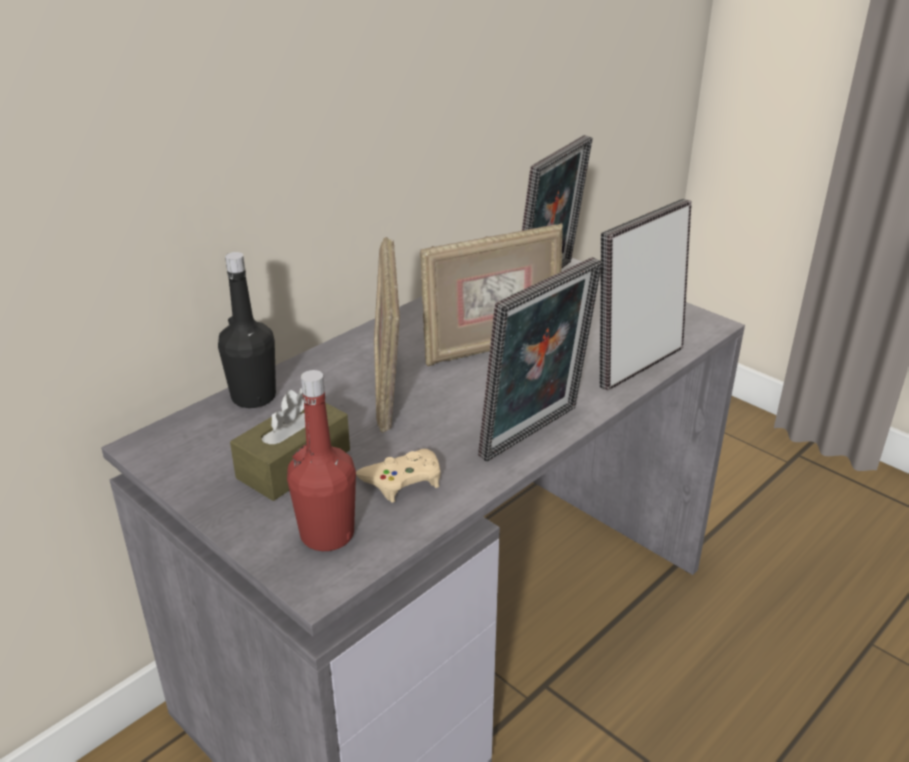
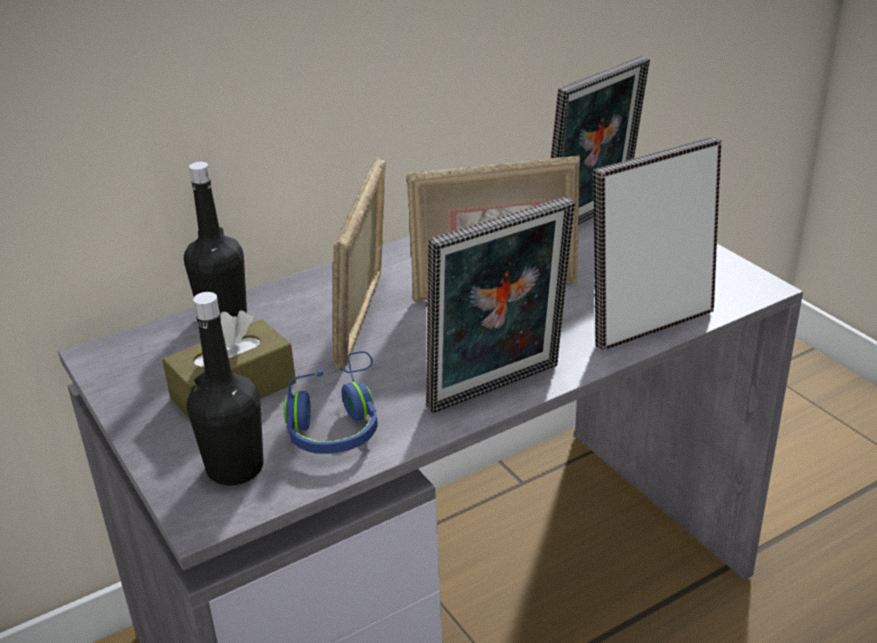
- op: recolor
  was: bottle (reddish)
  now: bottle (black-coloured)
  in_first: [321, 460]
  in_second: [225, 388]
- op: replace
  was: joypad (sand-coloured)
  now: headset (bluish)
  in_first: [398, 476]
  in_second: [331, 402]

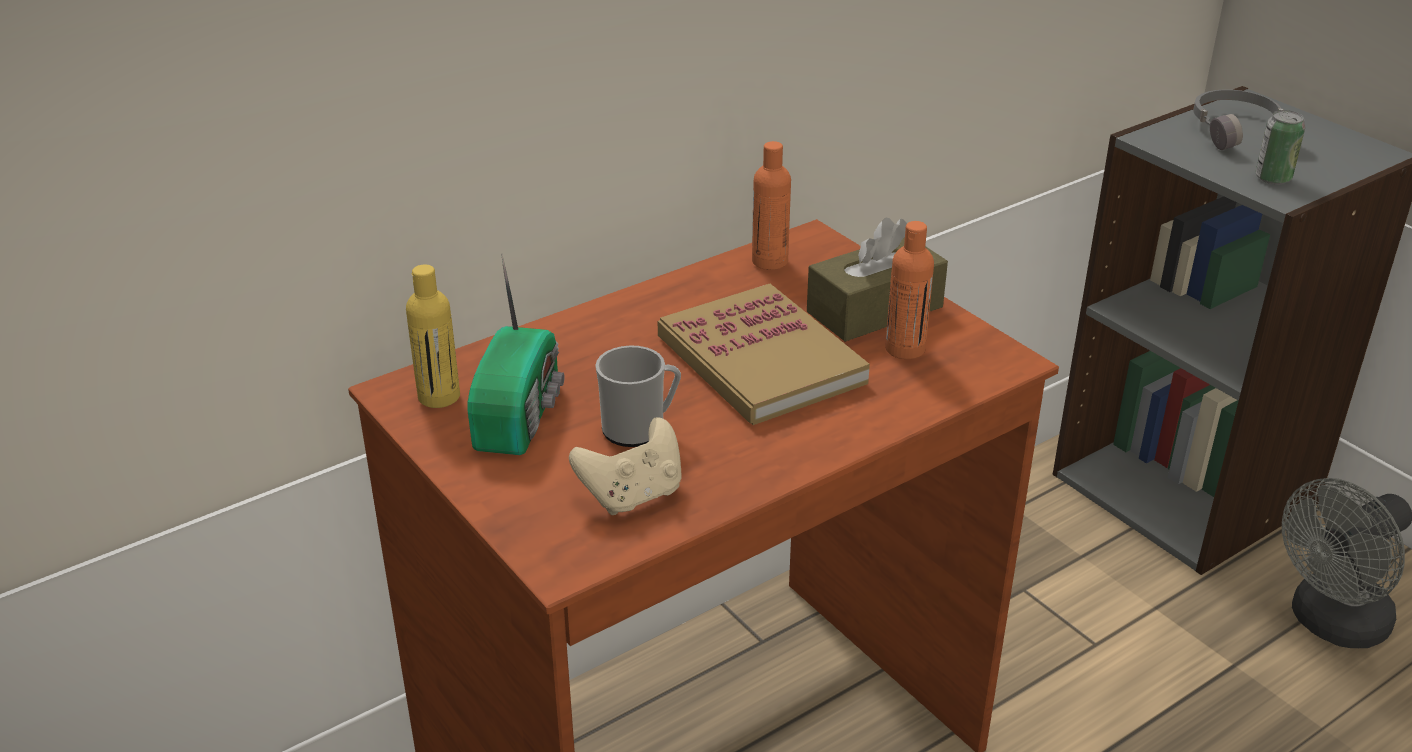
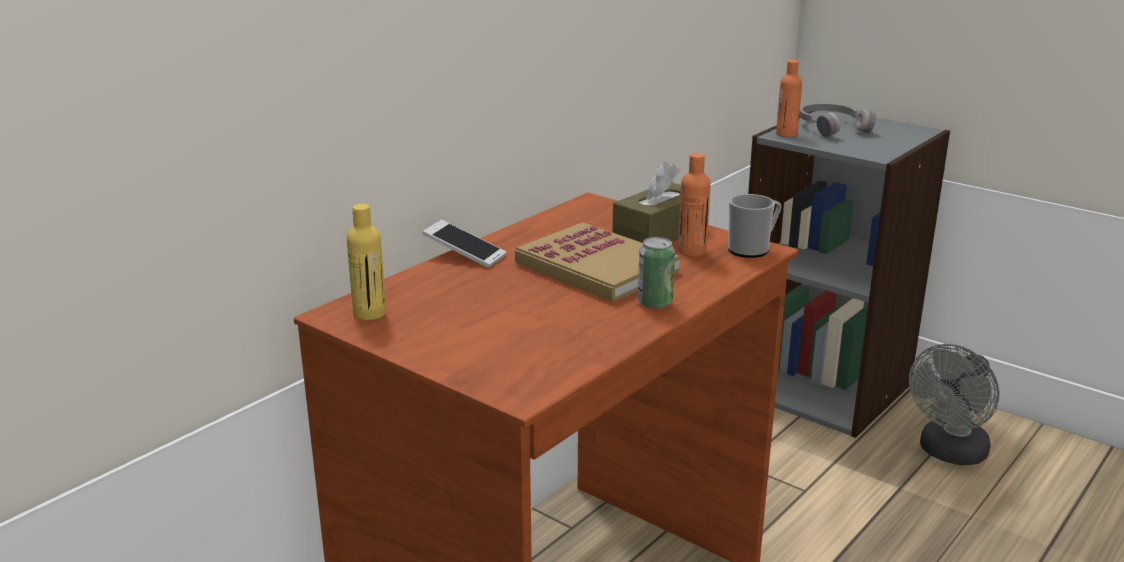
- op: insert
  now: telephone
  in_second: [464, 243]
- op: move
  was: sealed can
  in_first: [1280, 147]
  in_second: [656, 273]
- op: move
  was: mug
  in_first: [638, 396]
  in_second: [754, 226]
- op: move
  was: bottle (orange-coloured)
  in_first: [771, 205]
  in_second: [789, 98]
- op: delete
  was: radio
  in_first: [516, 354]
- op: delete
  was: joypad (sand-coloured)
  in_first: [625, 466]

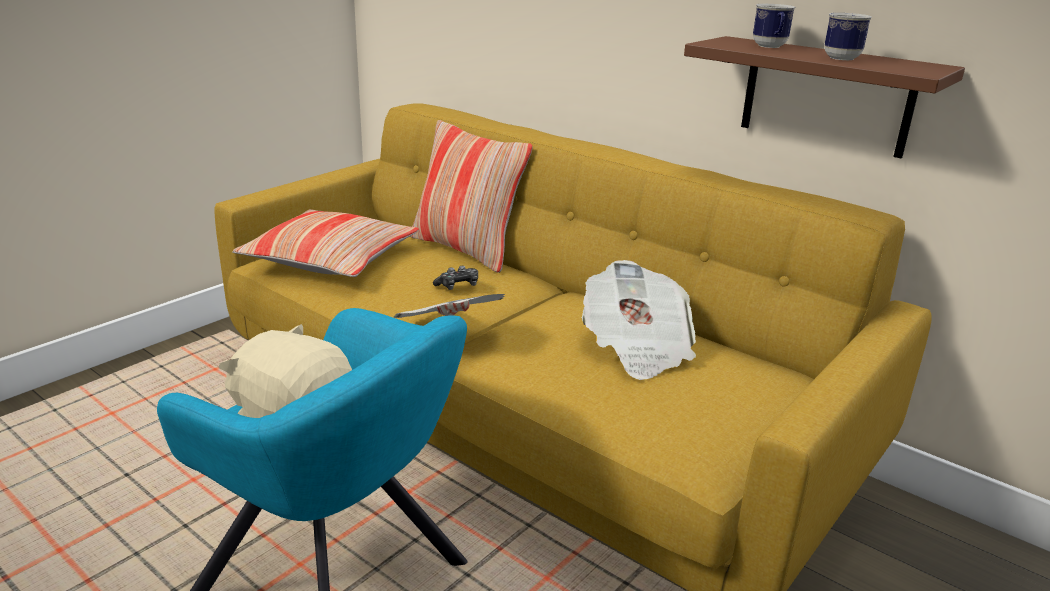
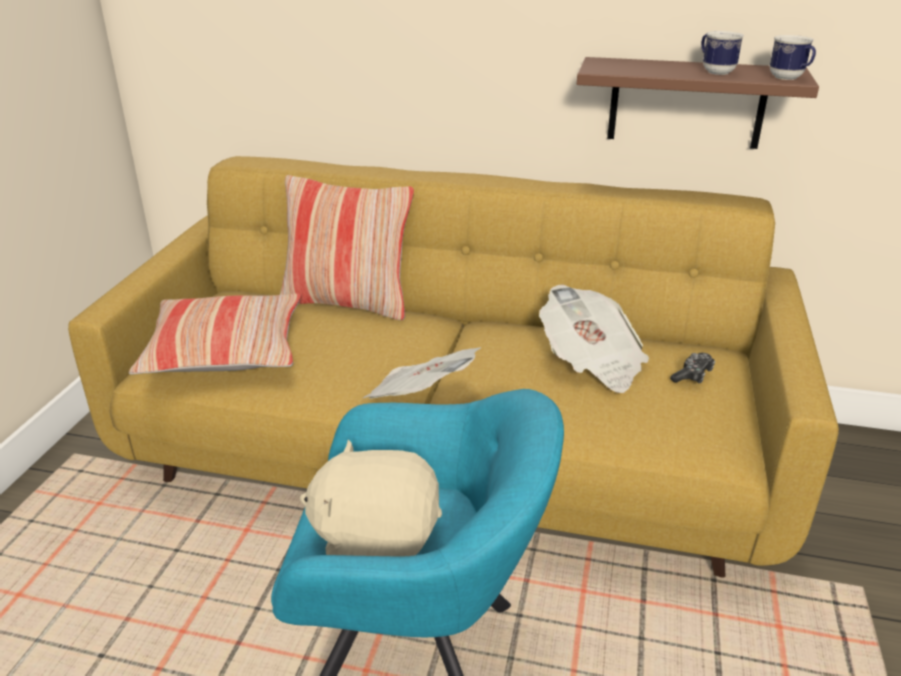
- op: move
  was: joypad
  in_first: [455, 278]
  in_second: [692, 368]
- op: move
  was: mug
  in_first: [774, 26]
  in_second: [793, 57]

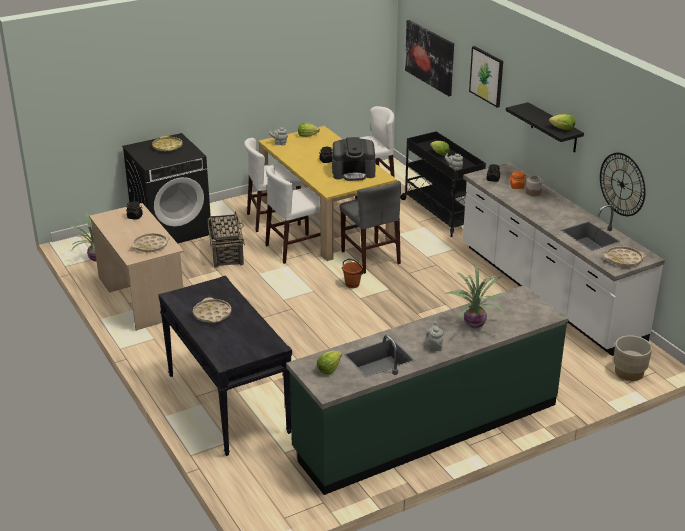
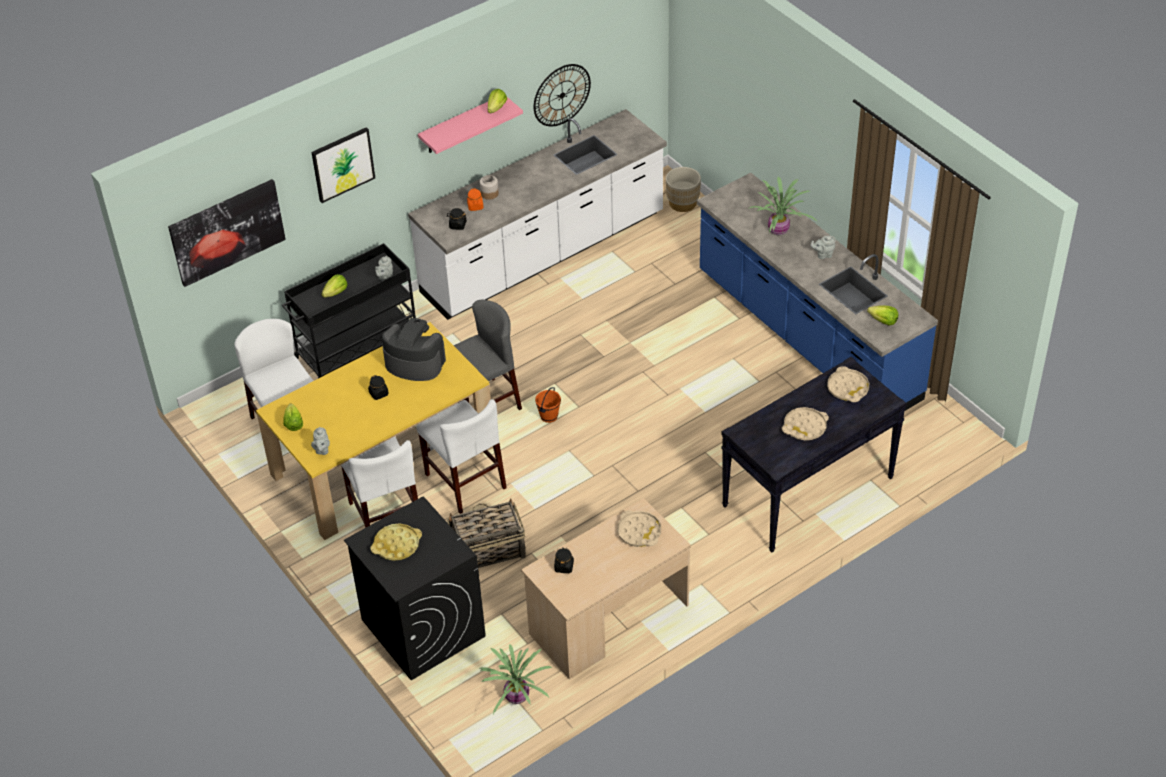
- op: rotate
  was: coffee maker
  in_first: [354, 159]
  in_second: [414, 349]
  clockwise: -60
- op: recolor
  was: bracket shelf (black-coloured)
  now: bracket shelf (pink-coloured)
  in_first: [545, 127]
  in_second: [470, 125]
- op: recolor
  was: kitchen counter (green)
  now: kitchen counter (bluish)
  in_first: [427, 390]
  in_second: [817, 292]
- op: move
  was: carrying tray (sand-coloured)
  in_first: [624, 256]
  in_second: [848, 384]

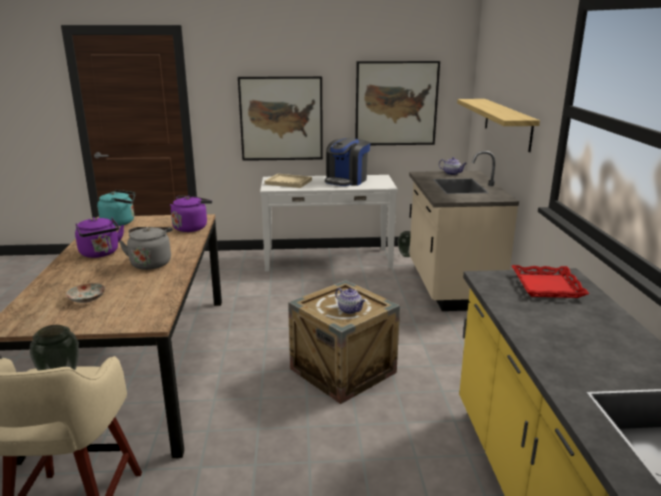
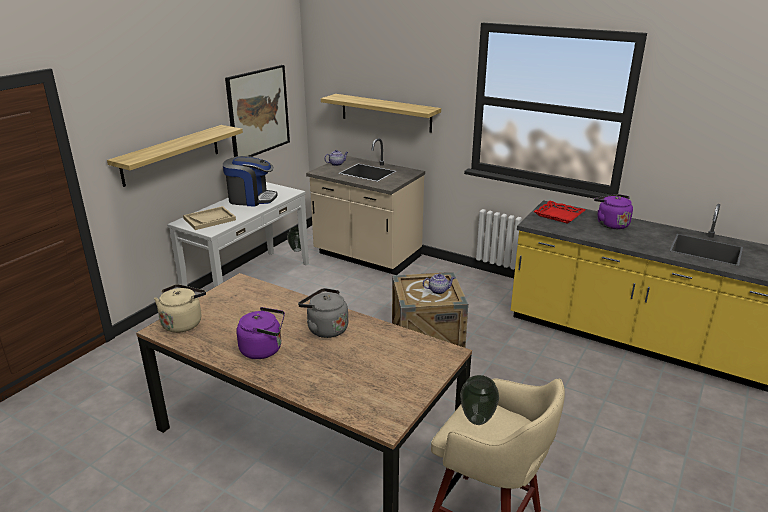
- op: replace
  was: picture
  now: bracket shelf
  in_first: [280, 118]
  in_second: [175, 156]
- op: recolor
  was: tea kettle (blue-green)
  now: tea kettle (sand-coloured)
  in_first: [116, 208]
  in_second: [180, 308]
- op: rotate
  was: coffee maker
  in_first: [347, 162]
  in_second: [250, 181]
  clockwise: -60
- op: move
  was: tea kettle (purple-coloured)
  in_first: [191, 214]
  in_second: [613, 211]
- op: delete
  was: plate
  in_first: [85, 293]

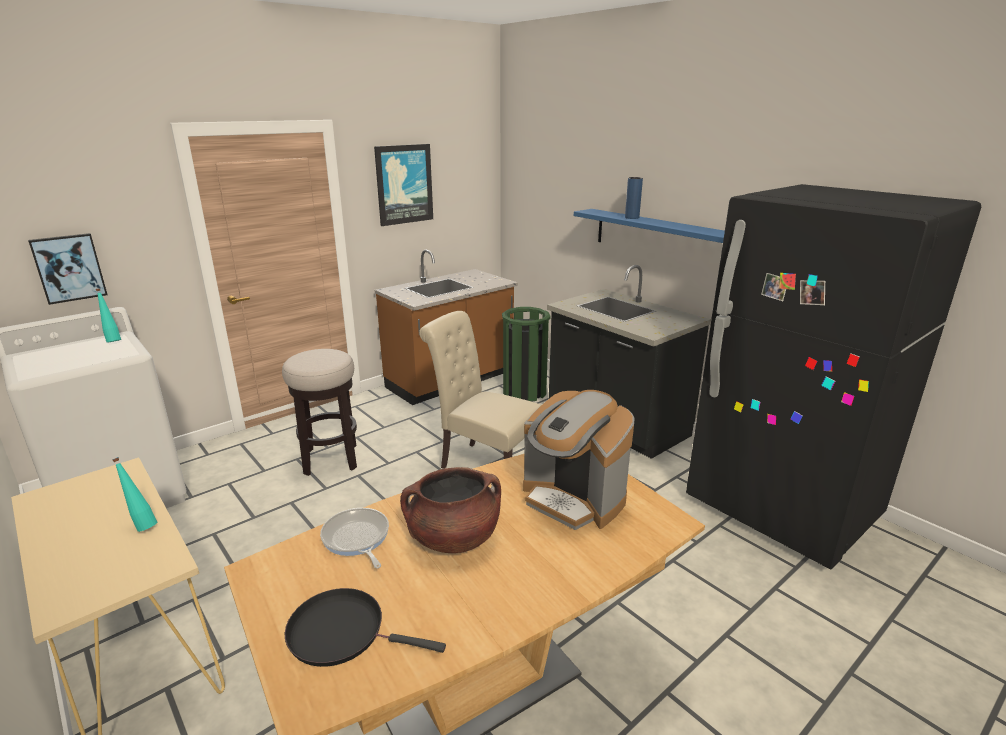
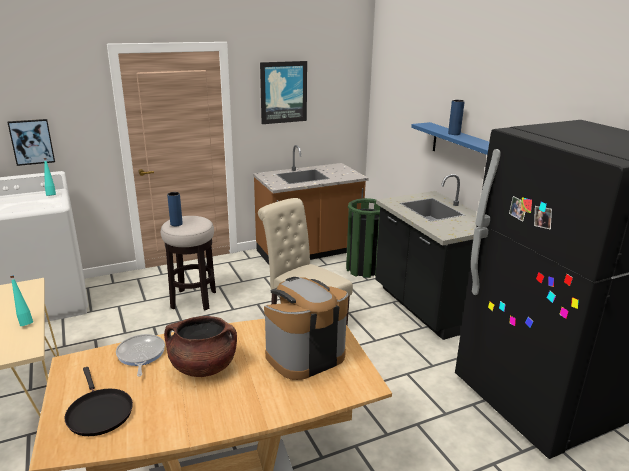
- op: rotate
  was: skillet (black-coloured)
  in_first: [365, 627]
  in_second: [98, 401]
  clockwise: -150
- op: insert
  now: decorative vase (bluish)
  in_second: [175, 209]
- op: rotate
  was: coffee maker
  in_first: [578, 460]
  in_second: [306, 328]
  clockwise: 90

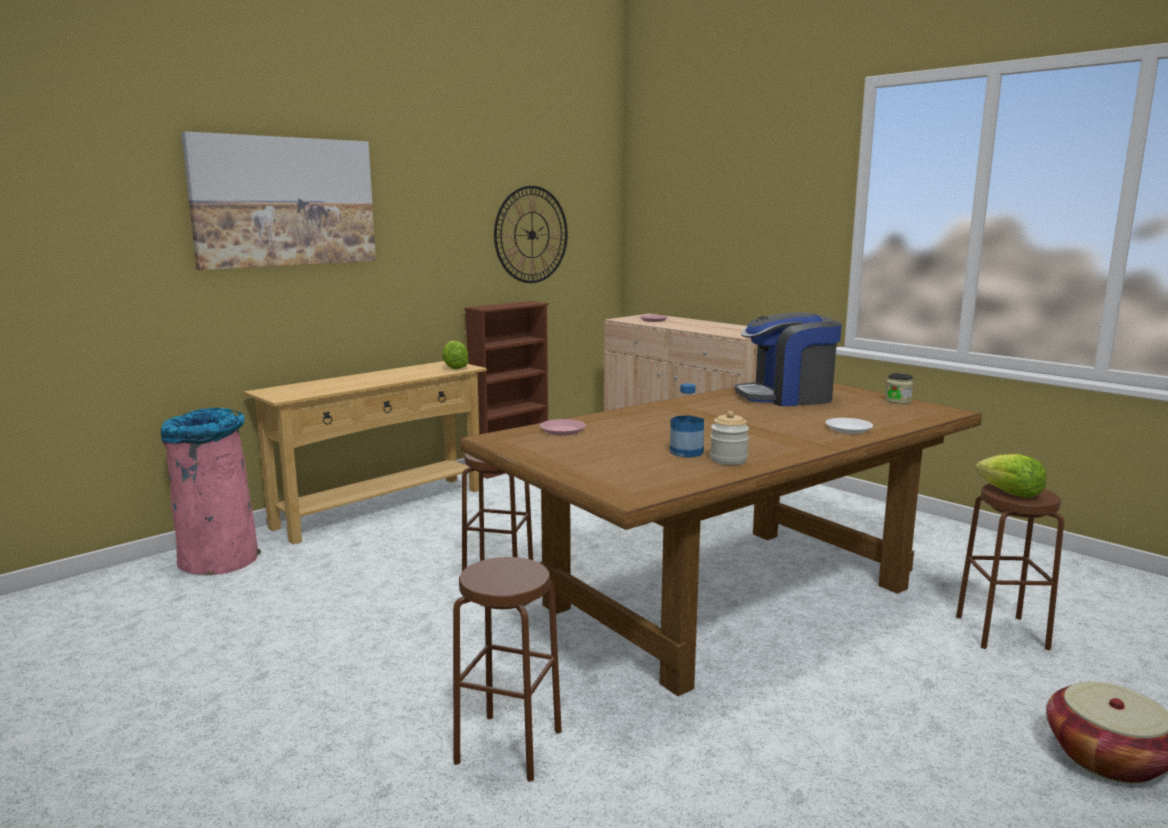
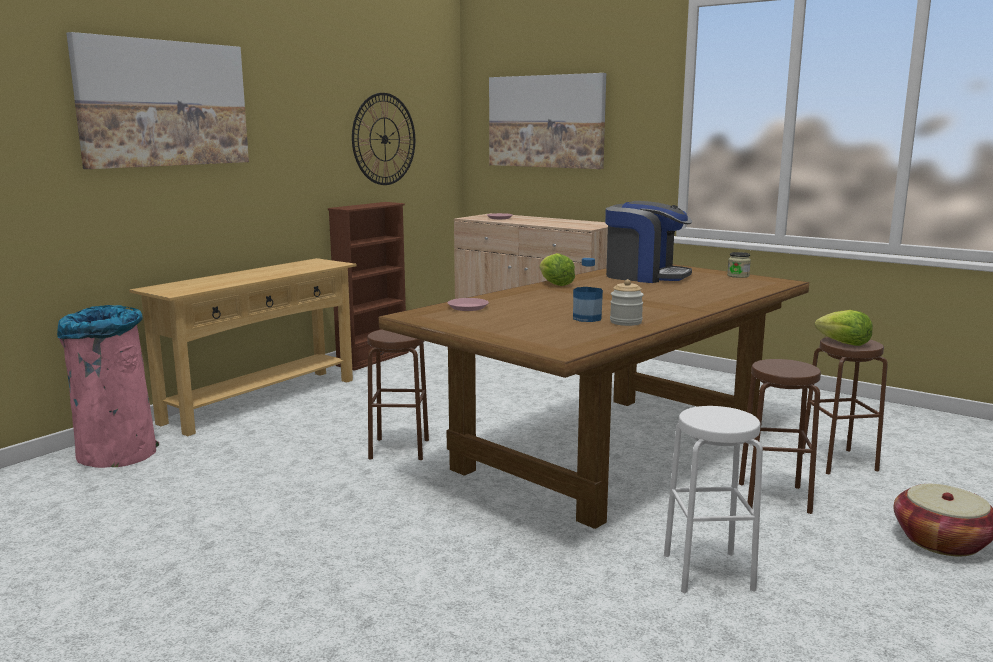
- op: insert
  now: picture
  in_second: [547, 121]
- op: move
  was: head of lettuce
  in_first: [455, 354]
  in_second: [557, 269]
- op: rotate
  was: coffee maker
  in_first: [788, 359]
  in_second: [648, 242]
  clockwise: -135
- op: insert
  now: stool seat (white-coloured)
  in_second: [713, 499]
- op: move
  was: stool seat (brown-coloured)
  in_first: [507, 669]
  in_second: [780, 436]
- op: delete
  was: plate (white-coloured)
  in_first: [849, 426]

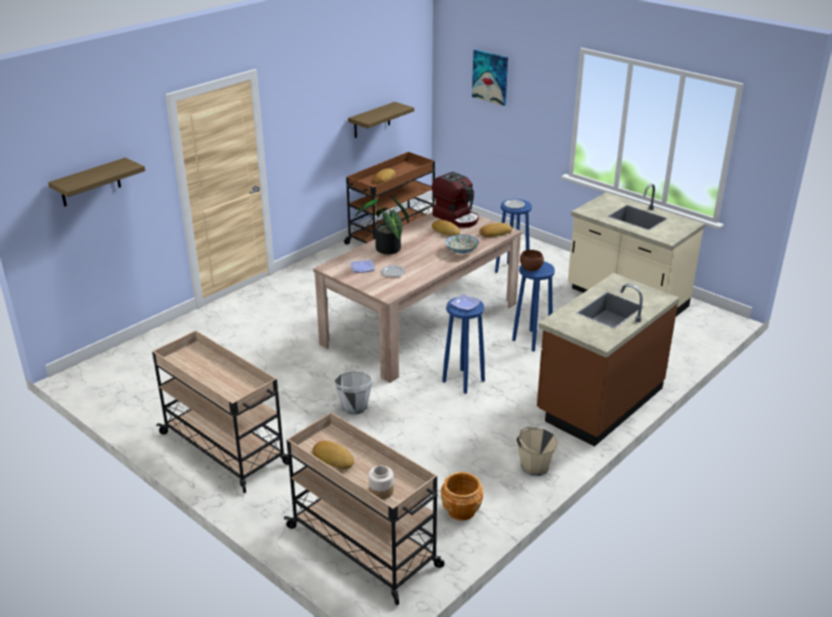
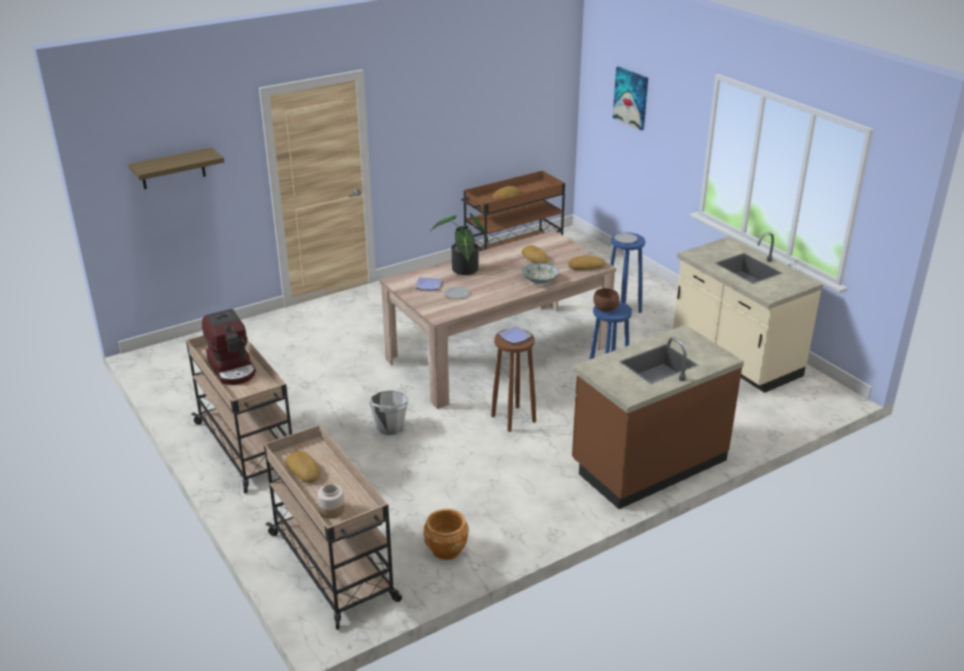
- op: move
  was: coffee maker
  in_first: [455, 199]
  in_second: [229, 347]
- op: recolor
  was: stool seat (bluish)
  now: stool seat (brown-coloured)
  in_first: [463, 345]
  in_second: [513, 380]
- op: delete
  was: bracket shelf
  in_first: [381, 120]
- op: delete
  was: bucket (sand-coloured)
  in_first: [537, 451]

